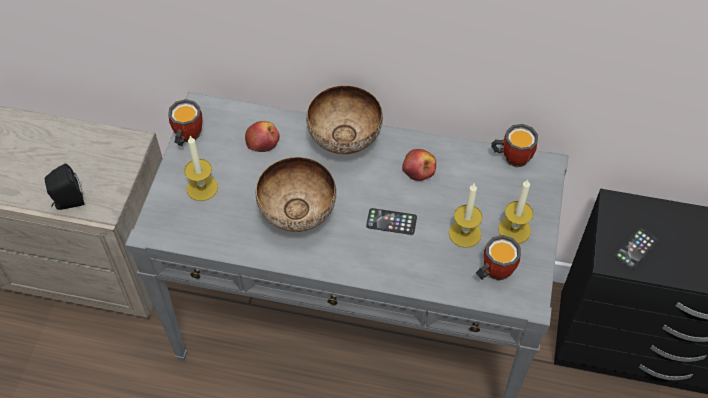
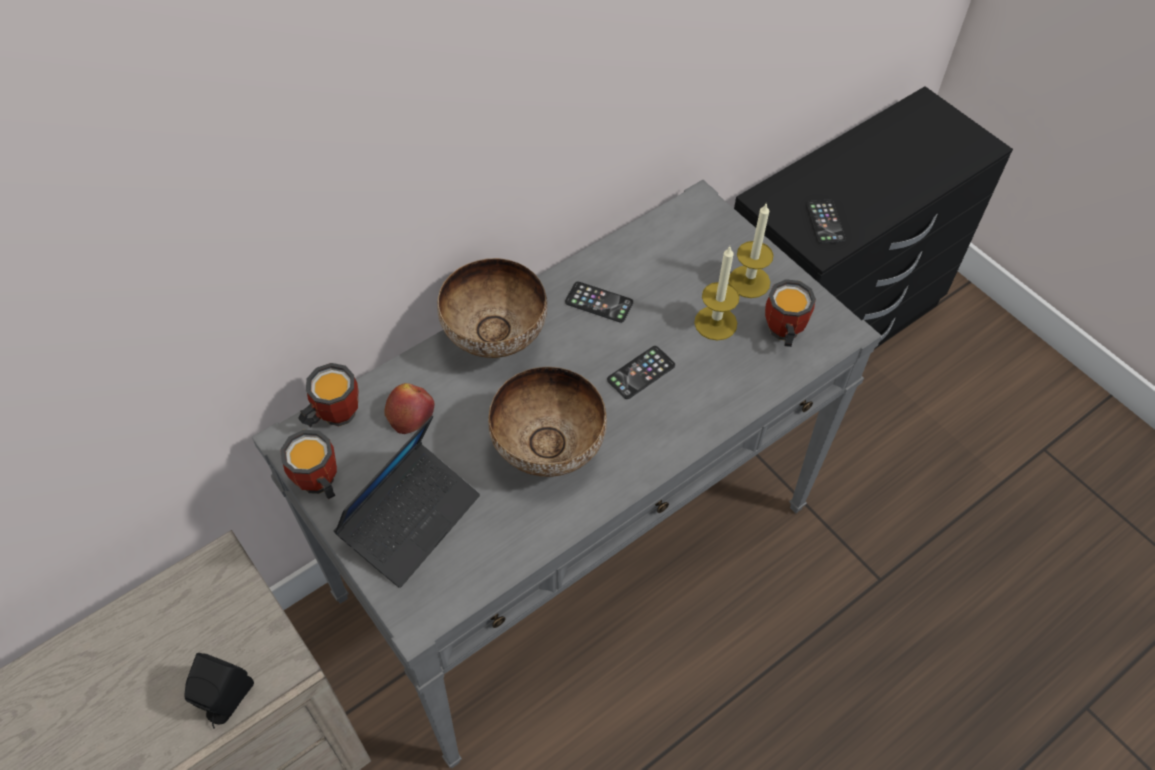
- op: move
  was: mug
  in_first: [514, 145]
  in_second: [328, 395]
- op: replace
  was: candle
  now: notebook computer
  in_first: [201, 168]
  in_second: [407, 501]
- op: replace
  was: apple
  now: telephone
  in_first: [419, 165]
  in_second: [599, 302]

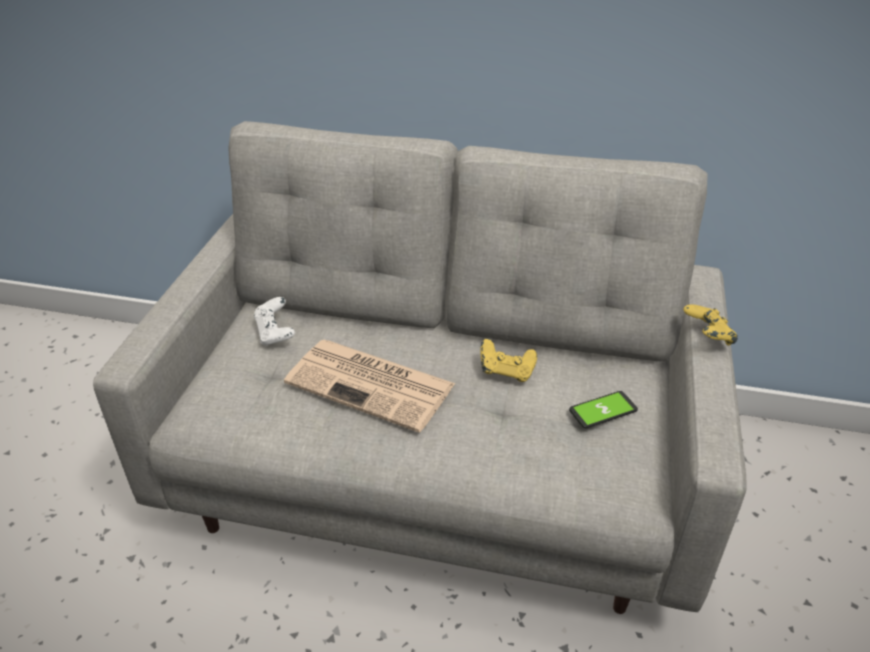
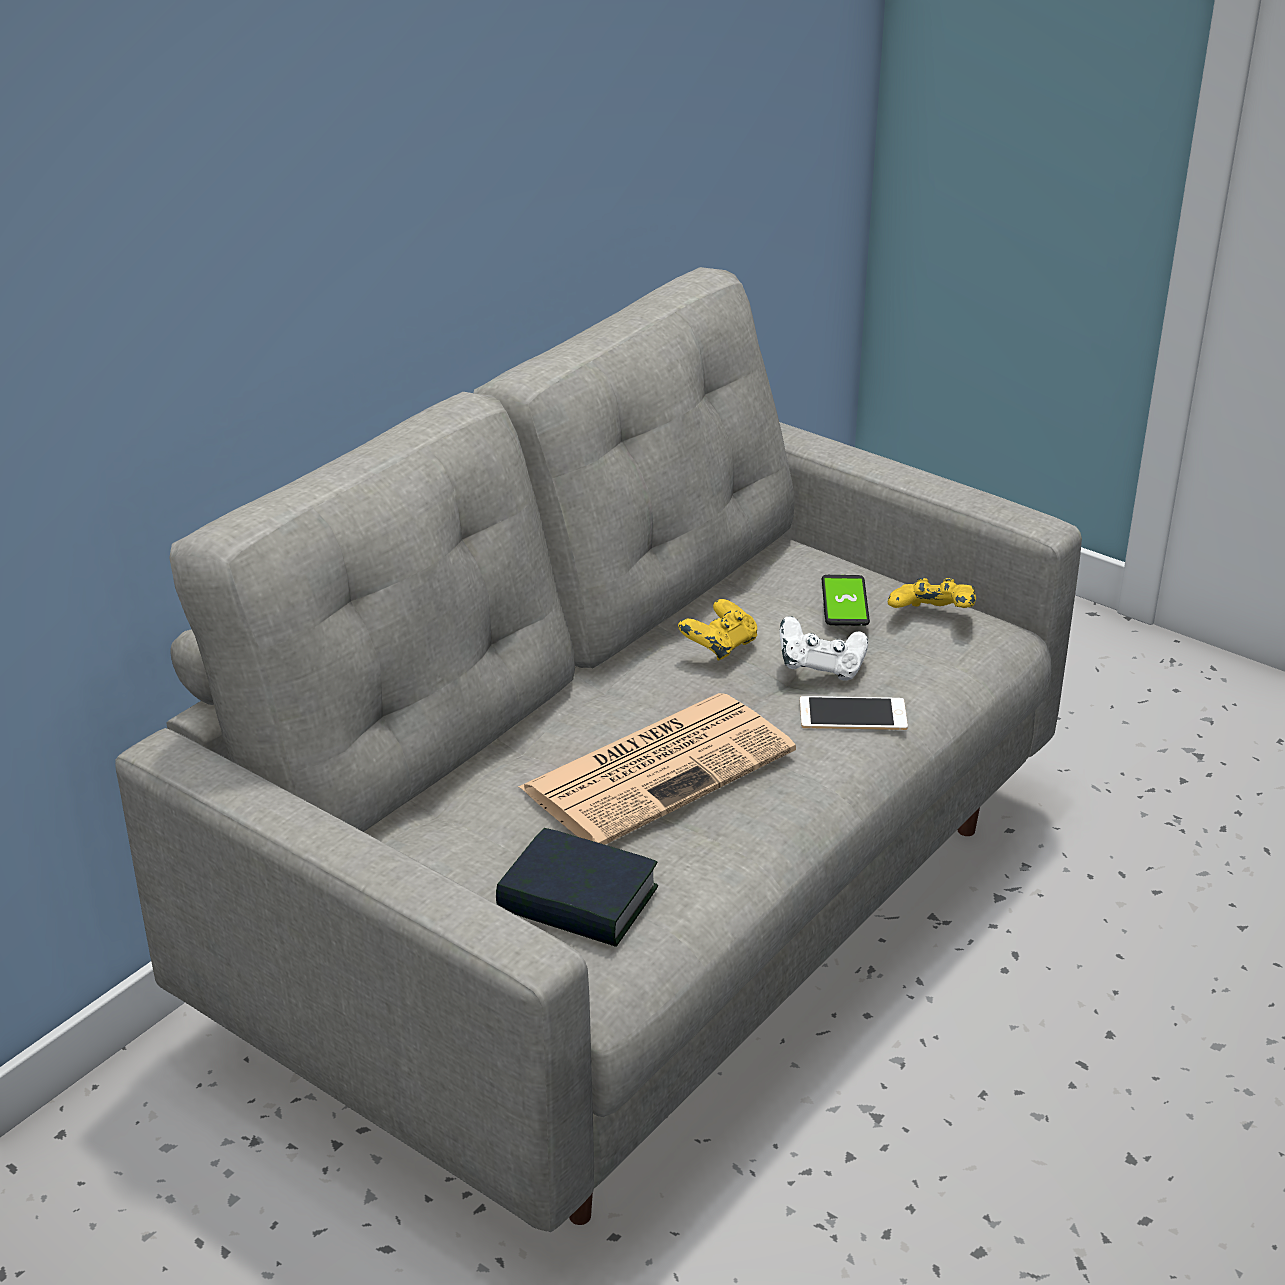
- op: insert
  now: volume
  in_second: [577, 887]
- op: move
  was: joypad (white-coloured)
  in_first: [274, 321]
  in_second: [824, 648]
- op: insert
  now: telephone
  in_second: [854, 713]
- op: move
  was: joypad (yellow)
  in_first: [710, 325]
  in_second: [932, 593]

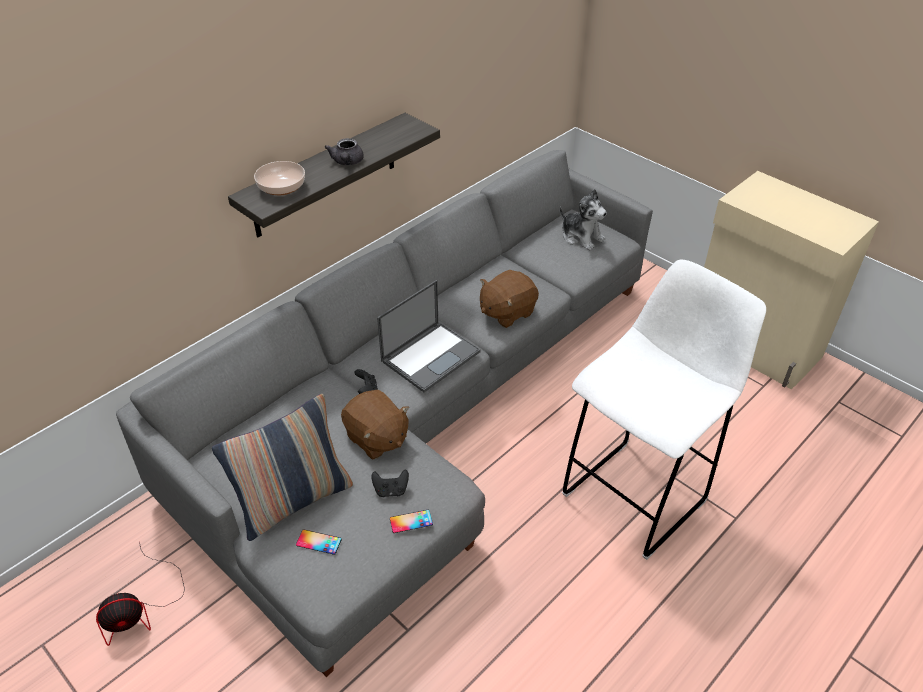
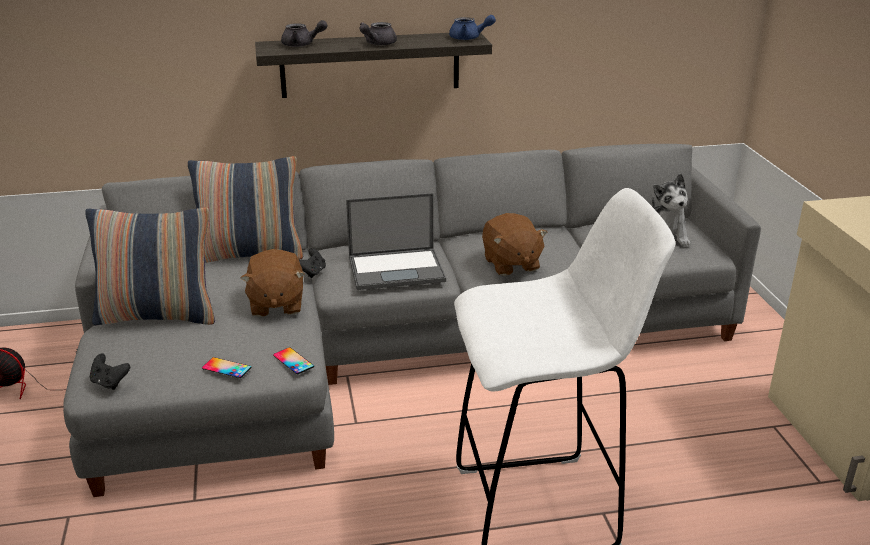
- op: move
  was: joypad (black-coloured)
  in_first: [390, 483]
  in_second: [110, 371]
- op: insert
  now: cushion
  in_second: [245, 209]
- op: move
  was: telephone
  in_first: [319, 542]
  in_second: [293, 360]
- op: replace
  was: bowl
  now: pot for tea (gray)
  in_first: [279, 178]
  in_second: [304, 33]
- op: insert
  now: pot for tea (bluish)
  in_second: [472, 27]
- op: rotate
  was: cuddly toy (brown-coloured)
  in_first: [509, 299]
  in_second: [515, 244]
  clockwise: -105

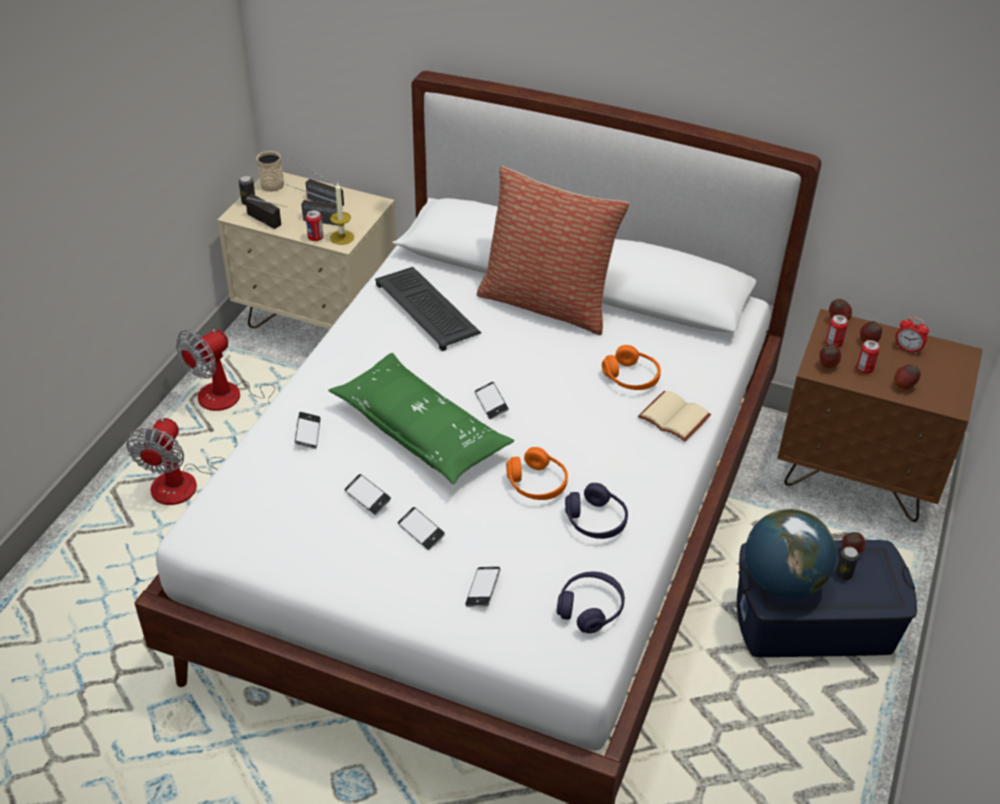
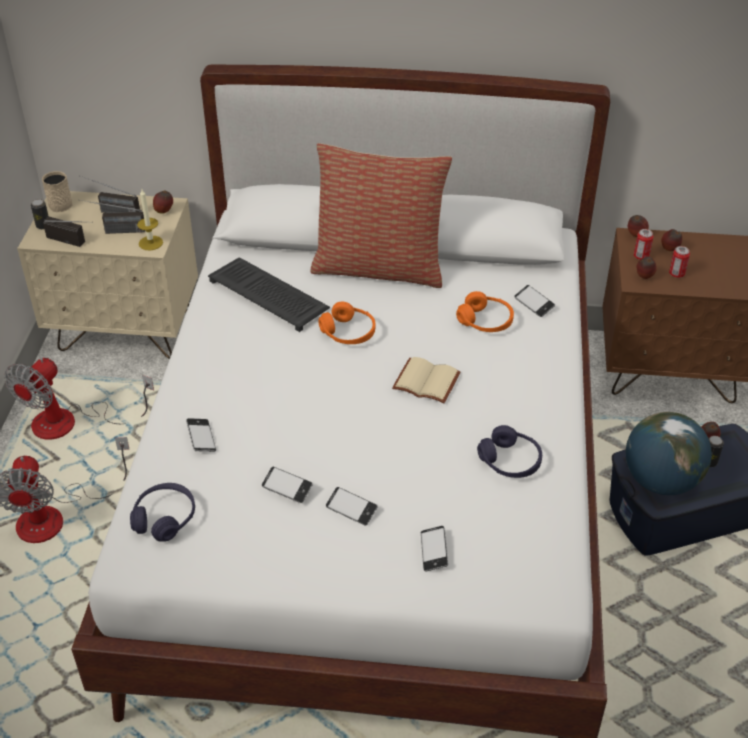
- op: move
  was: headset (purple-coloured)
  in_first: [591, 602]
  in_second: [162, 512]
- op: move
  was: apple
  in_first: [907, 377]
  in_second: [163, 202]
- op: move
  was: headset (orange-coloured)
  in_first: [537, 473]
  in_second: [347, 322]
- op: move
  was: volume (sand-coloured)
  in_first: [674, 416]
  in_second: [426, 380]
- op: move
  was: telephone
  in_first: [492, 400]
  in_second: [534, 301]
- op: delete
  was: sealed can
  in_first: [314, 225]
- op: delete
  was: cushion (green)
  in_first: [421, 418]
- op: delete
  was: alarm clock
  in_first: [912, 335]

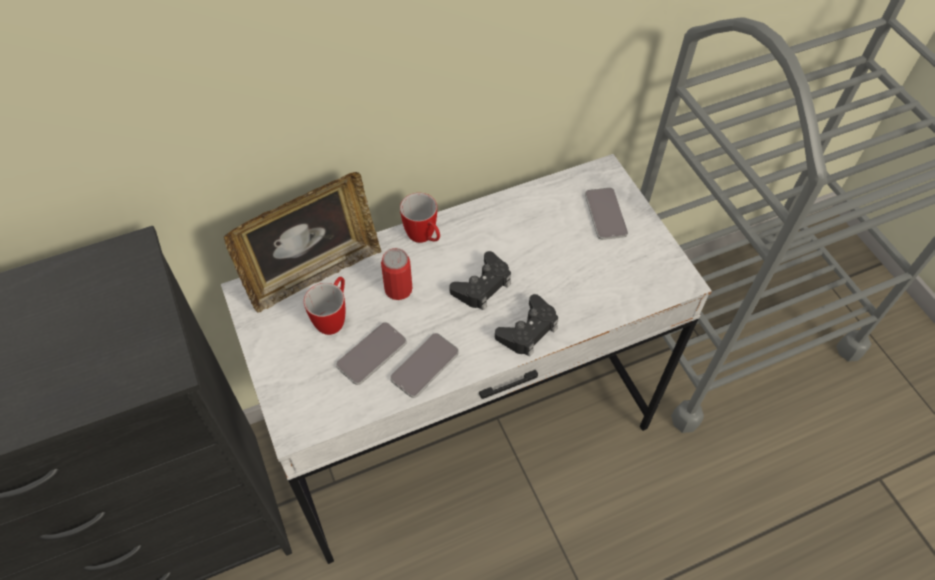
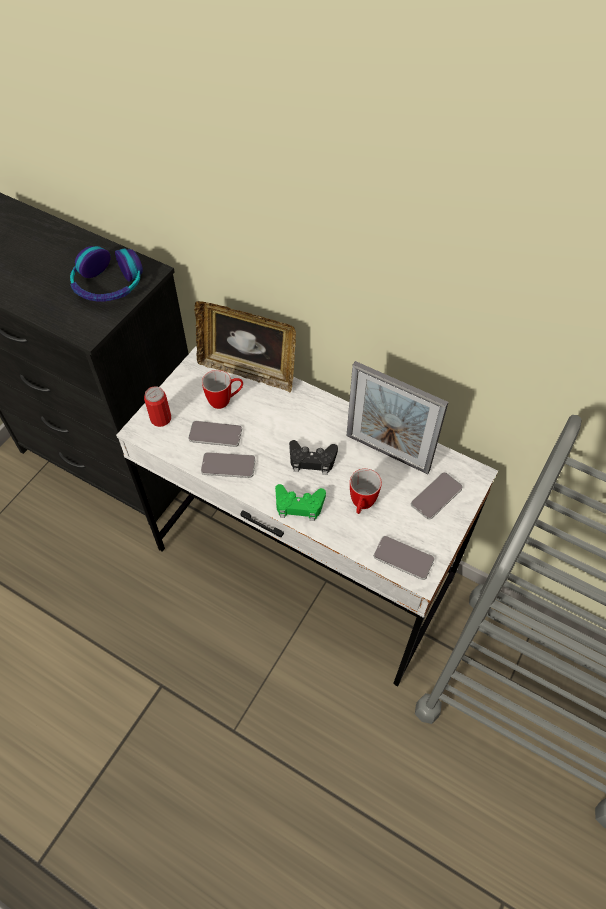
- op: insert
  now: headset
  in_second: [106, 274]
- op: move
  was: sealed can
  in_first: [396, 274]
  in_second: [157, 406]
- op: recolor
  was: joypad (black-coloured)
  now: joypad (green)
  in_first: [526, 325]
  in_second: [300, 502]
- op: insert
  now: picture frame
  in_second: [397, 417]
- op: move
  was: mug
  in_first: [420, 218]
  in_second: [366, 491]
- op: insert
  now: telephone
  in_second: [404, 558]

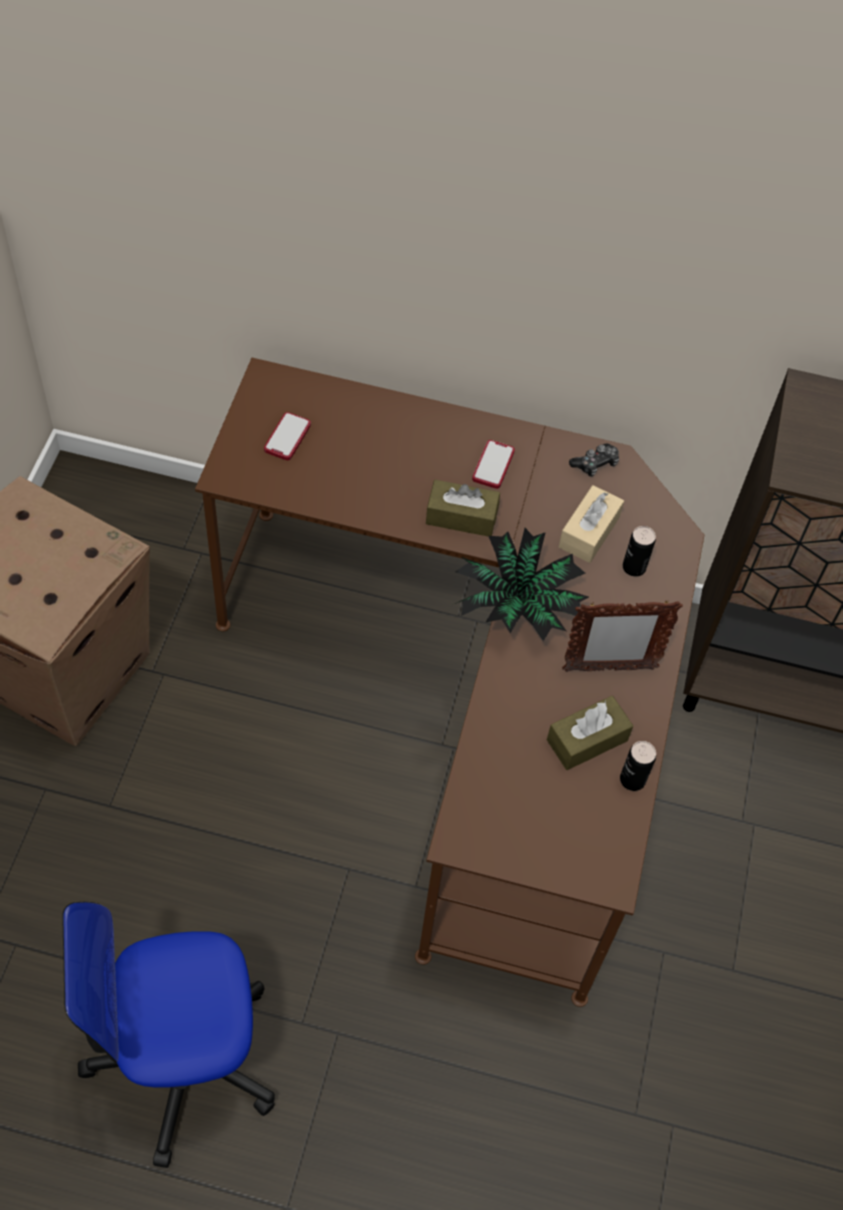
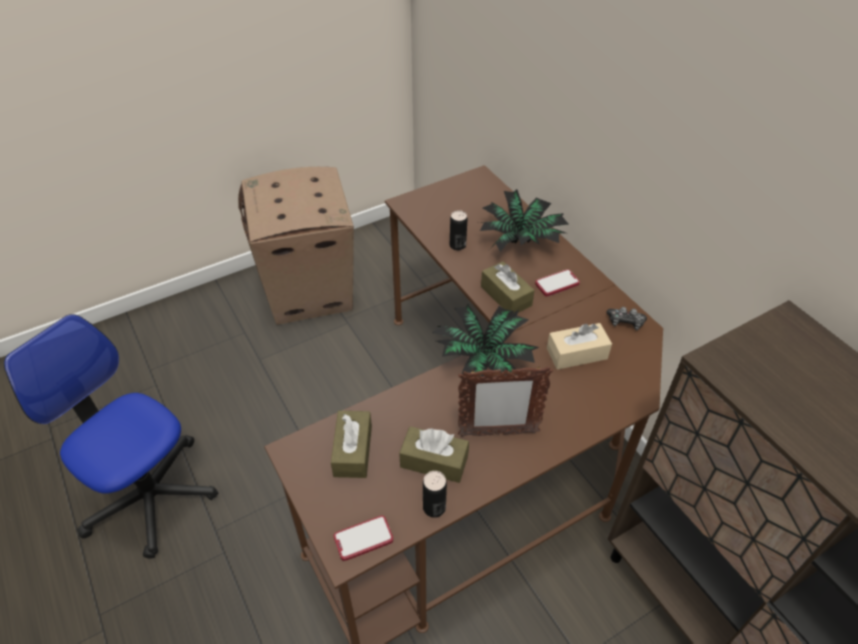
- op: insert
  now: tissue holder (brown-coloured)
  in_second: [351, 444]
- op: move
  was: telephone
  in_first: [287, 436]
  in_second: [363, 538]
- op: move
  was: sealed can
  in_first: [639, 551]
  in_second: [458, 230]
- op: rotate
  was: picture frame
  in_first: [622, 636]
  in_second: [505, 401]
  clockwise: -45
- op: insert
  now: potted plant
  in_second: [524, 220]

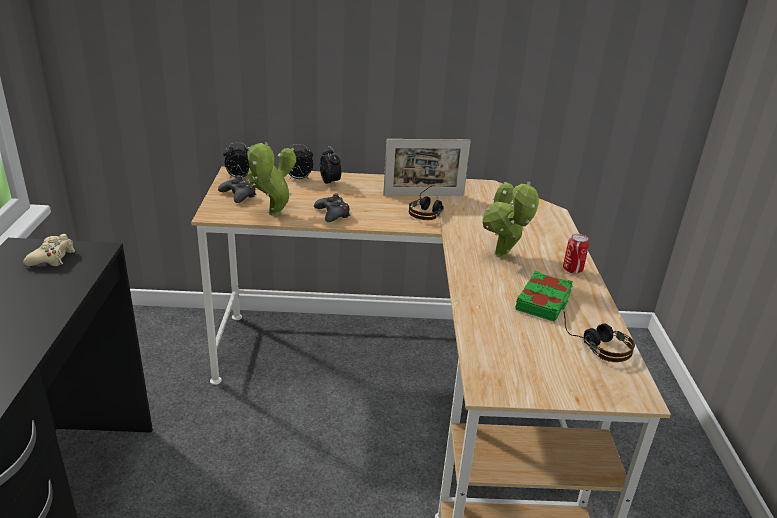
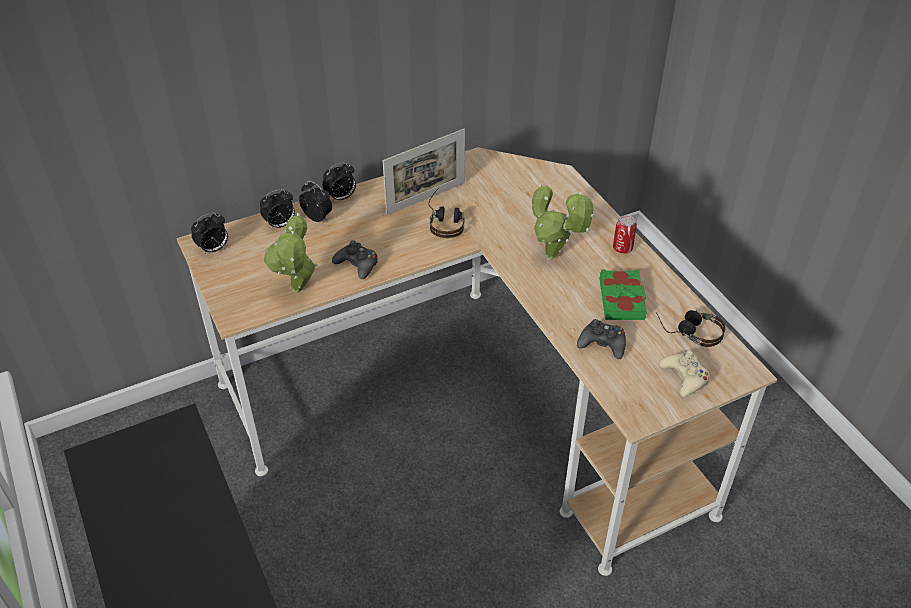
- op: insert
  now: alarm clock
  in_second: [339, 182]
- op: move
  was: joypad (black-coloured)
  in_first: [237, 189]
  in_second: [601, 339]
- op: move
  was: joypad (sand-coloured)
  in_first: [49, 250]
  in_second: [684, 374]

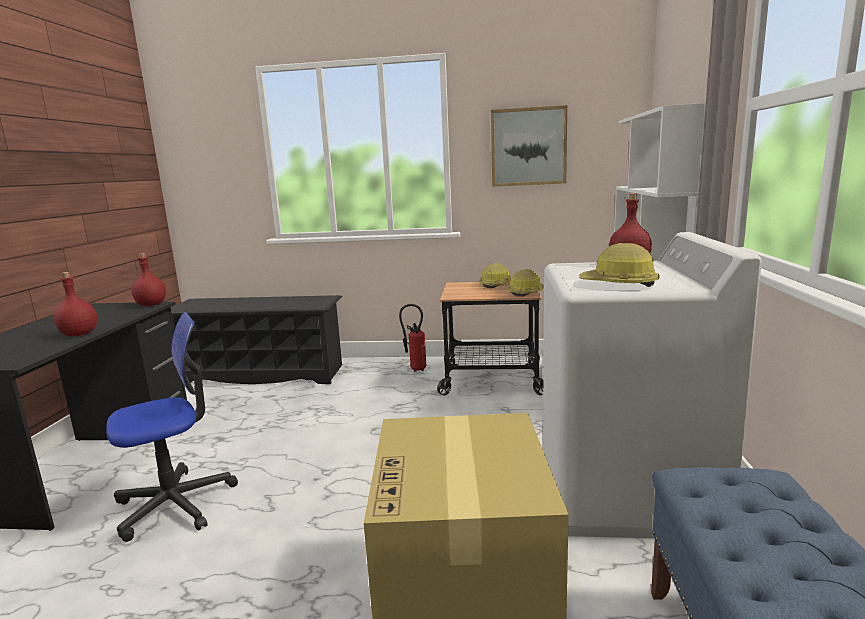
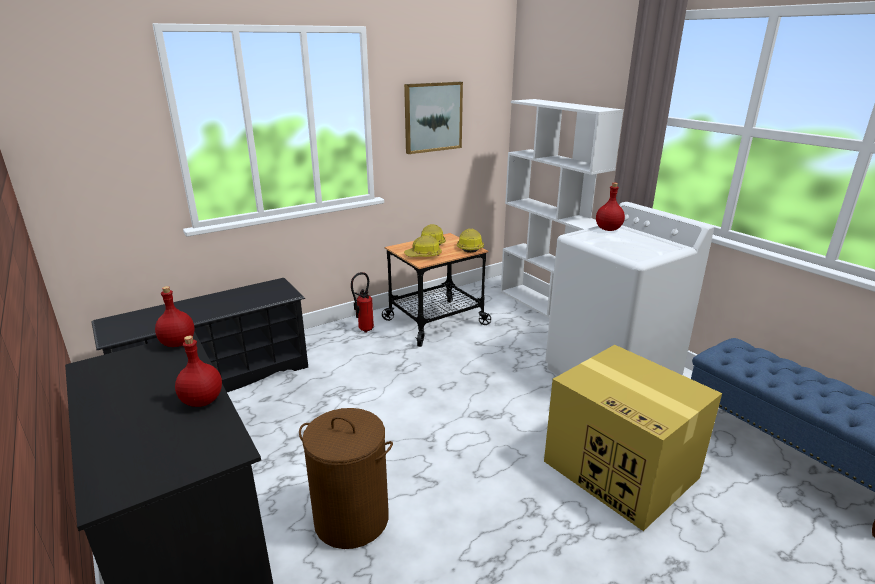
- op: replace
  was: office chair
  now: laundry basket (brown-coloured)
  in_first: [172, 427]
  in_second: [346, 478]
- op: move
  was: hard hat
  in_first: [619, 265]
  in_second: [423, 246]

